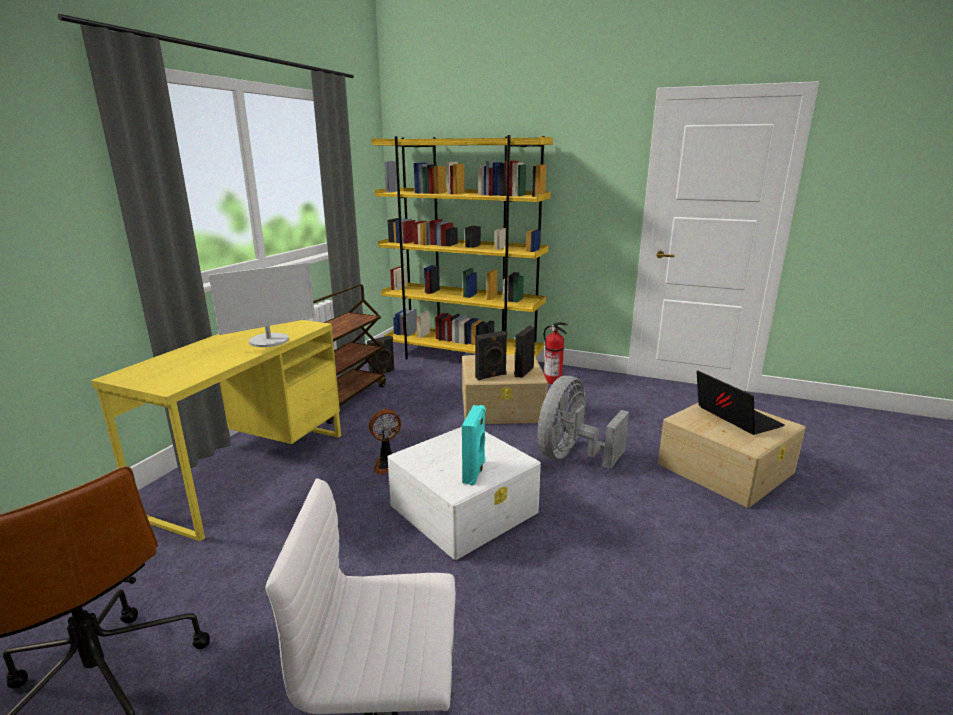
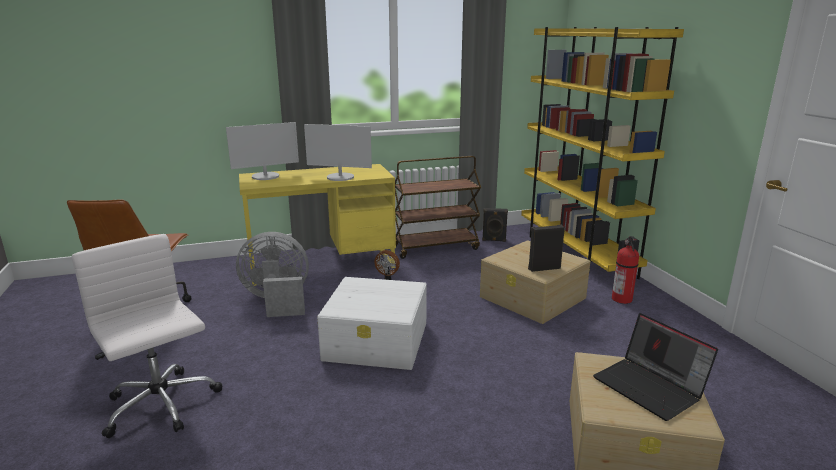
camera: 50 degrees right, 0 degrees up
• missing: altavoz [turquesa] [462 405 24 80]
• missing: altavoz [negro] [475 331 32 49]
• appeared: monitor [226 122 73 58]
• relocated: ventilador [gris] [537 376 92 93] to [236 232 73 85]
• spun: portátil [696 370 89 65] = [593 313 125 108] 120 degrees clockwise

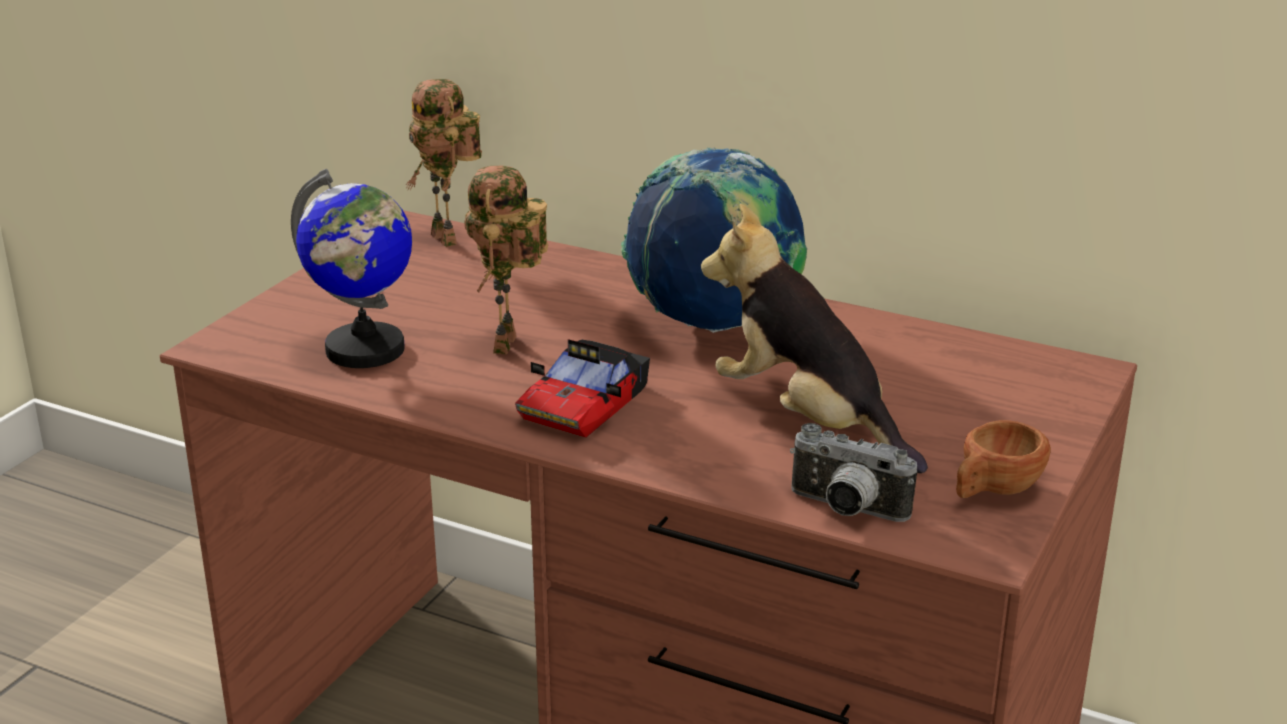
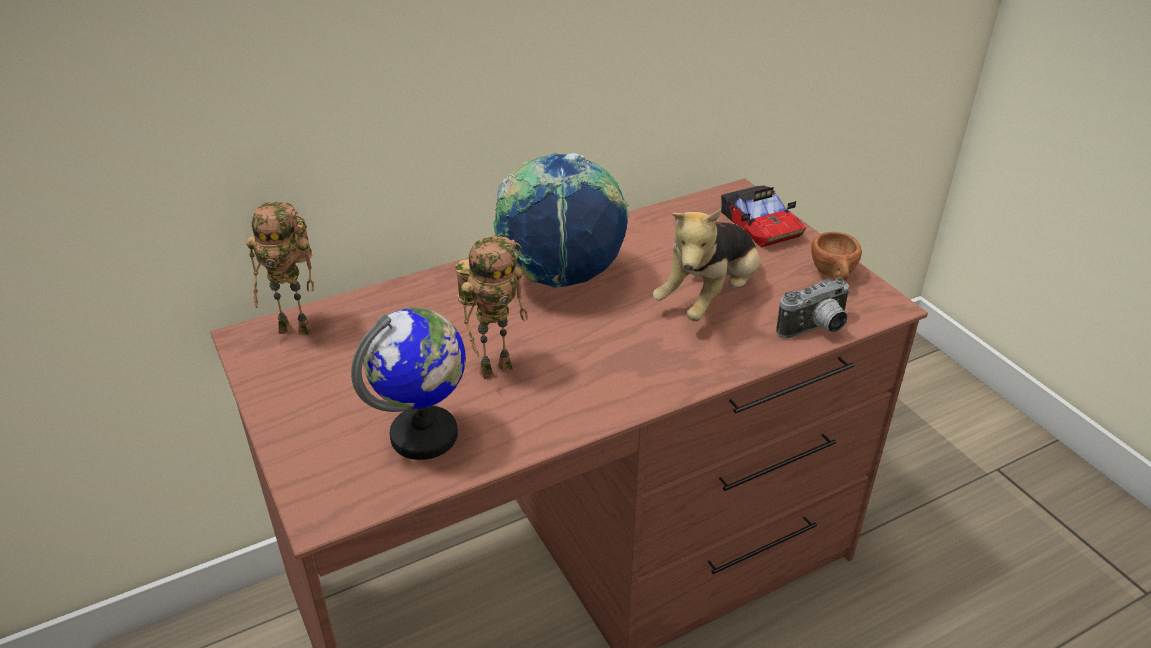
camera: 55 degrees left, 10 degrees up
• relocated: coche de juguete [515 339 135 99] to [721 185 85 63]
• spun: robot de juguete [464 166 84 189] = [455 235 73 145] 75 degrees counterclockwise
• spun: peluche [701 204 227 269] = [652 209 108 113] 45 degrees counterclockwise

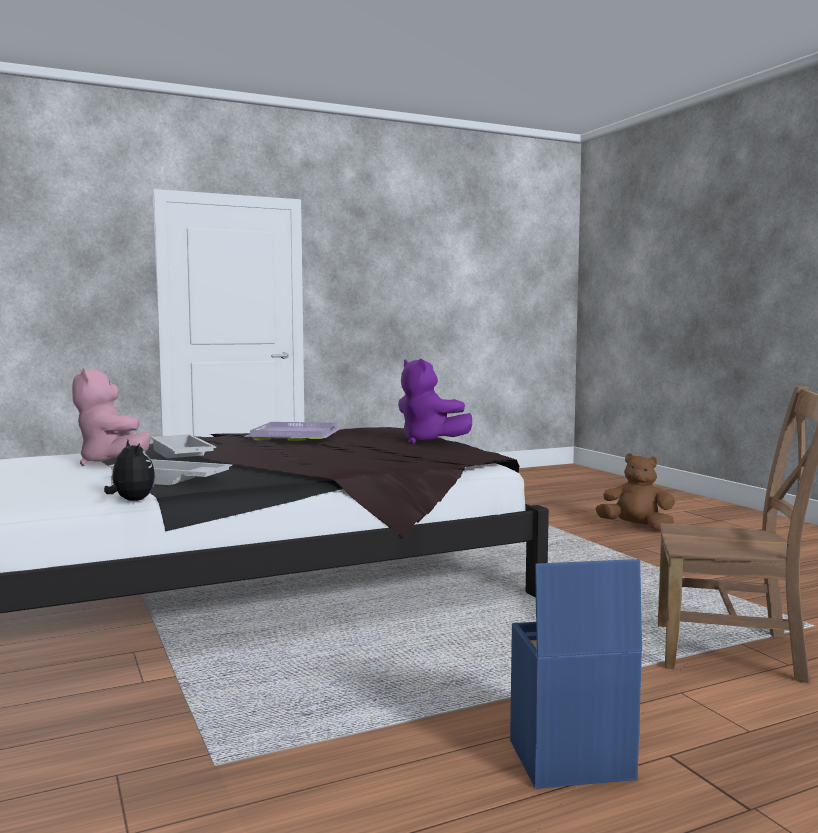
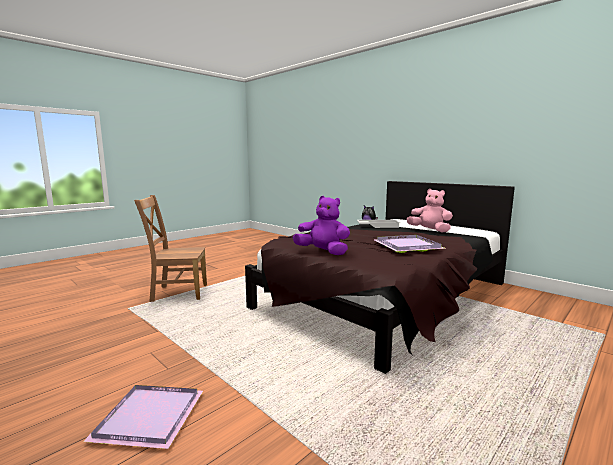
camera: 160 degrees right, 5 degrees up
• missing: bandeja [blanco] [151 434 65 24]
• missing: caja de almacenaje [azul] [510 559 132 230]
• exchanged: peluche [marrón] [596 453 79 78] to bandeja [morado] [83 385 120 64]

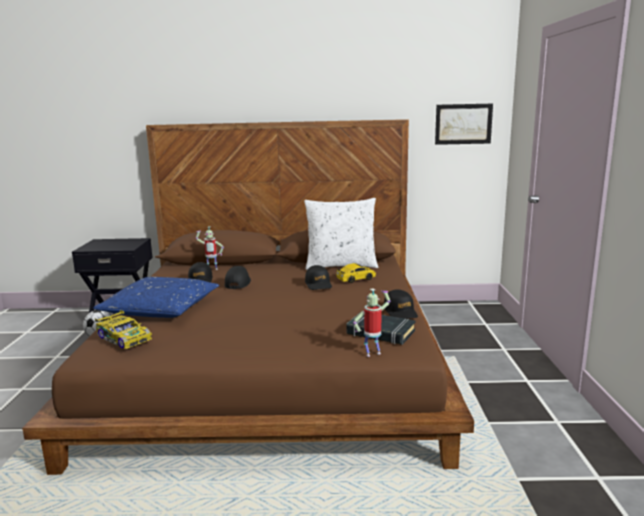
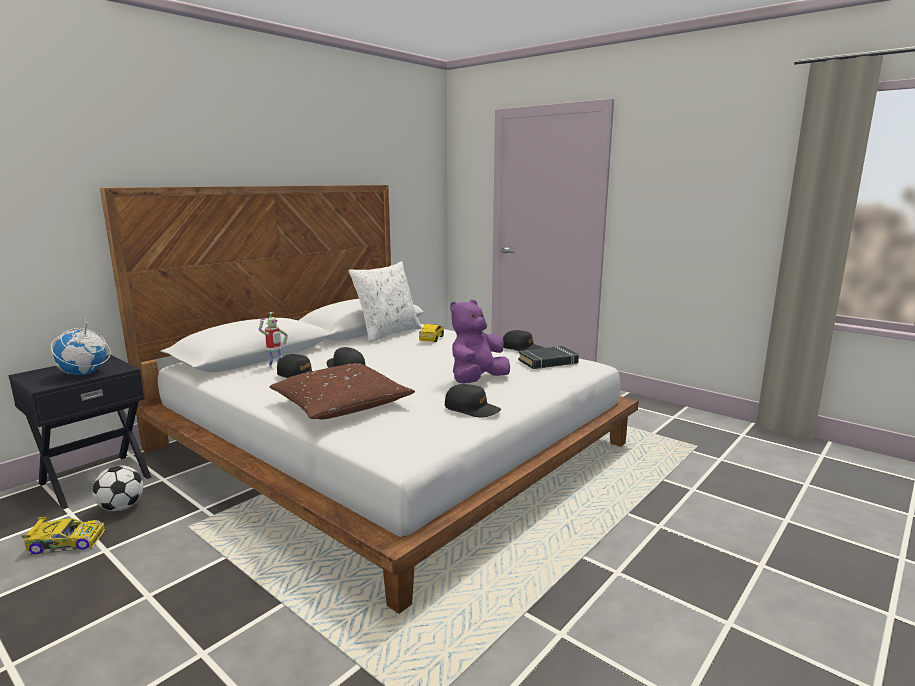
camera: 50 degrees left, 0 degrees up
• missing: robot de juguete [353 288 37 69]
• missing: cuadro [435 104 58 41]
• appeared: globo terráqueo [51 319 60 56]
• appeared: peluche [morado] [450 300 60 84]
• relocated: coche de juguete [95 310 57 39] to [22 517 83 38]
• relocated: gorra [negro] [305 265 27 25] to [445 384 56 34]
• colour: cama [marrón] [22 119 452 356] to cama [blanco] [100 185 539 429]
• colour: cojín [azul] [93 277 126 41] to cojín [marrón] [270 363 145 56]

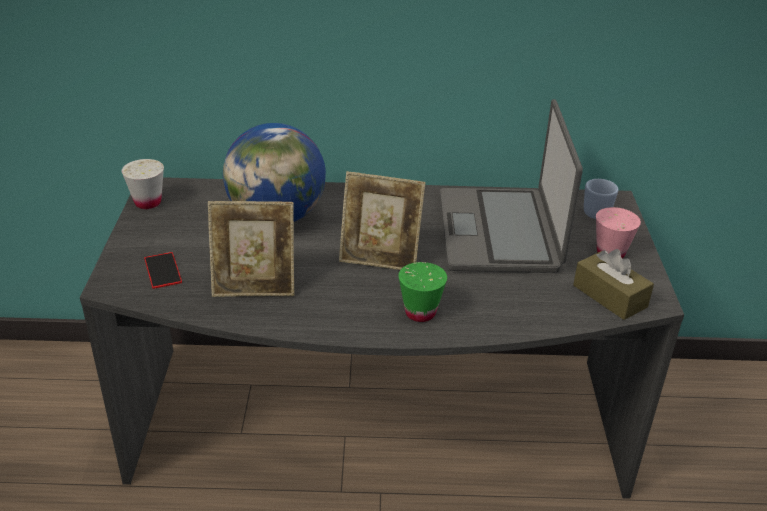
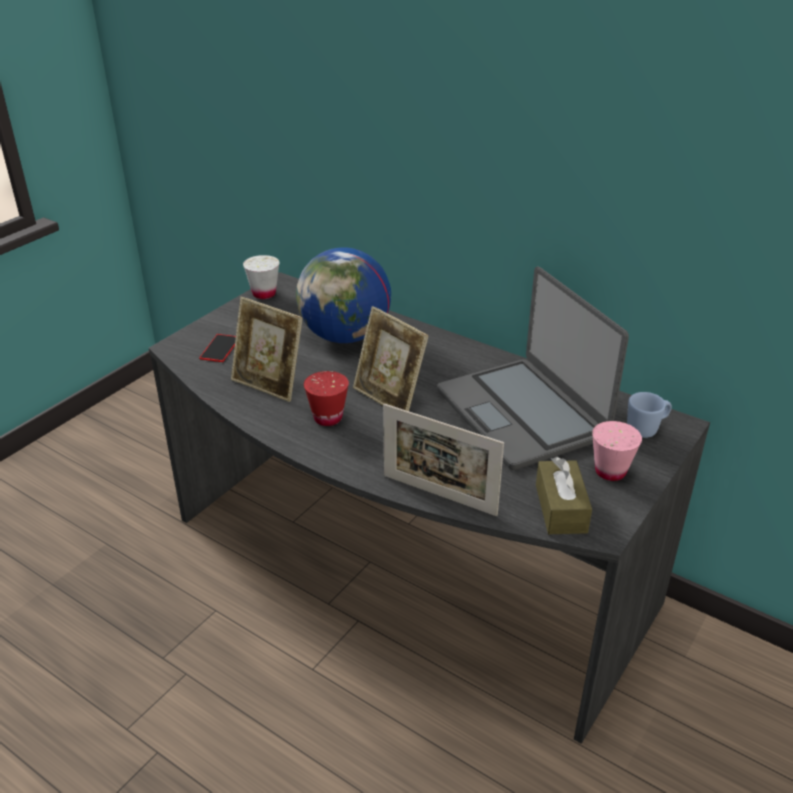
camera: 35 degrees right, 0 degrees up
• missing: taza [verde] [398 262 49 60]
• appeared: taza [rojo] [304 371 45 55]
• appeared: portarretratos [383 404 121 112]
• spun: portátil [440 99 143 174] = [437 266 192 204] 60 degrees counterclockwise

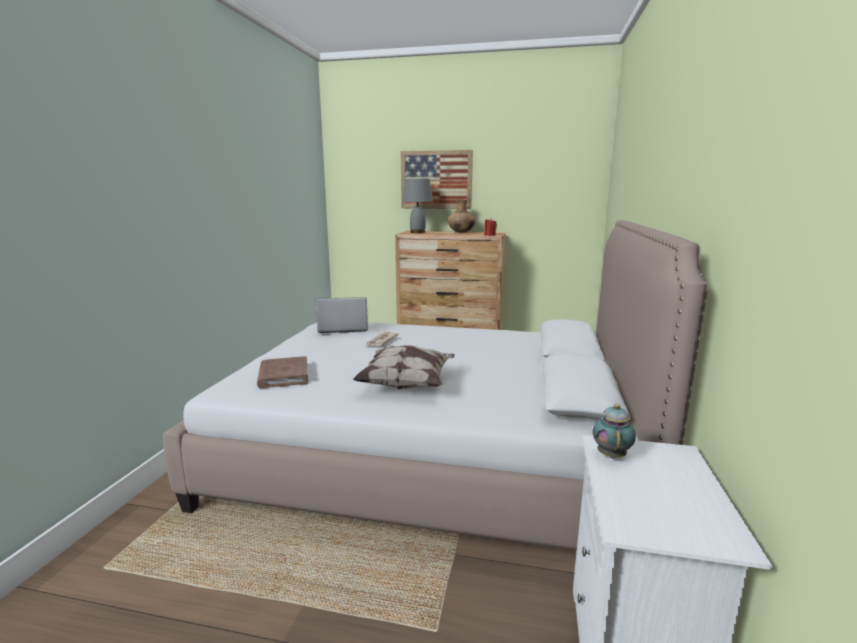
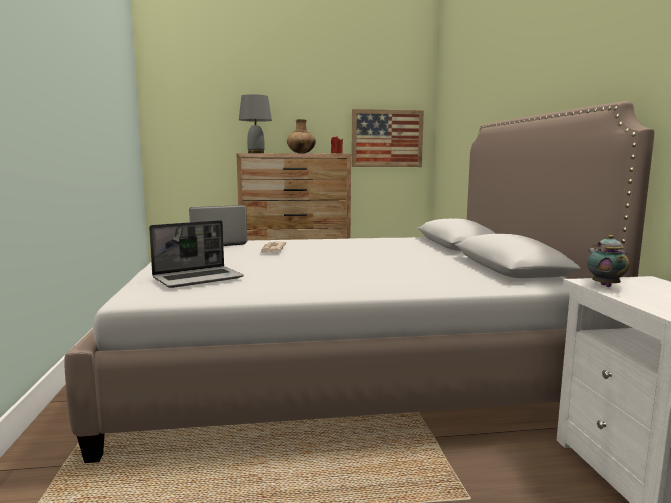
camera: 20 degrees left, 5 degrees down
• missing: cojín [352 345 103 45]
• relocated: cuadro [401 150 72 59] to [351 109 73 58]
• exchanged: libro [marrón] [257 356 51 32] to portátil [149 220 95 68]

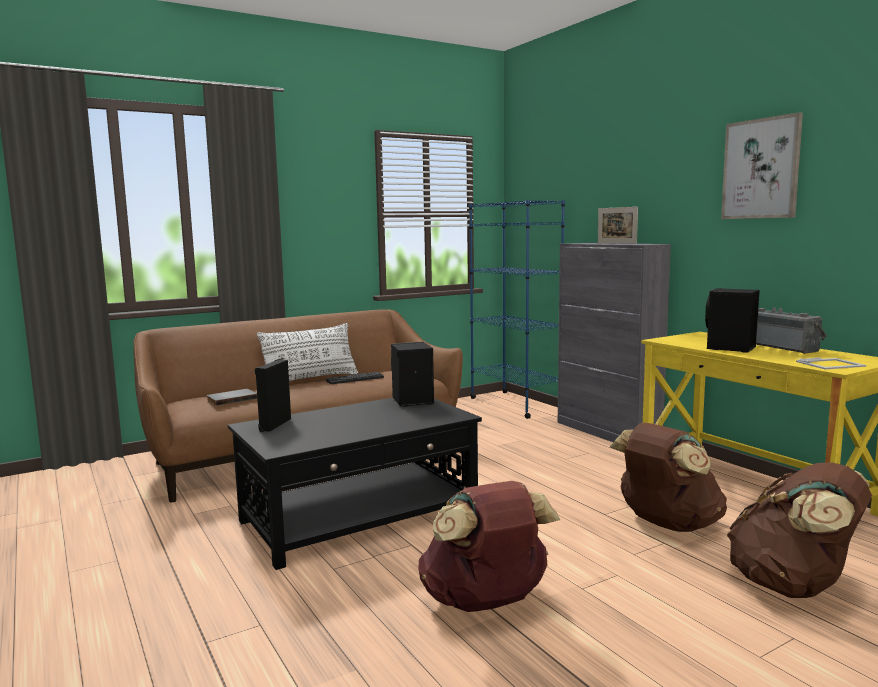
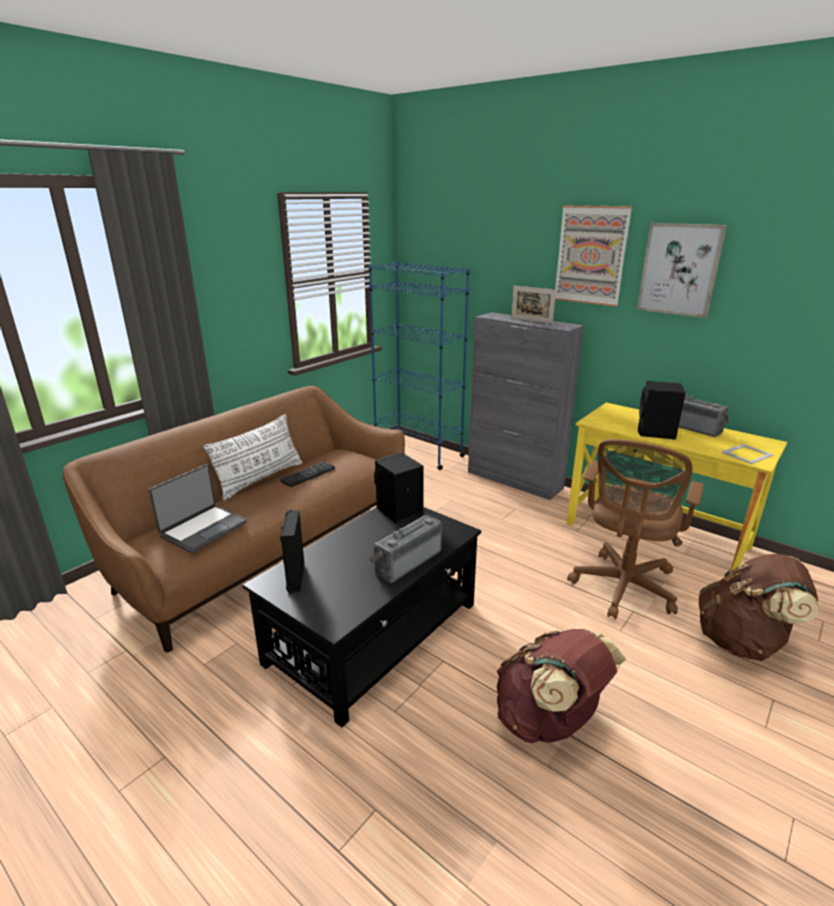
camera: 20 degrees left, 15 degrees up
• appeared: radio [369 515 73 68]
• appeared: cuadro [555 205 77 102]
• exchanged: libro [gris] [207 389 50 17] to portátil [149 464 98 89]
• exchanged: mochila [marrón] [610 423 117 109] to silla de oficina [marrón] [567 439 137 180]

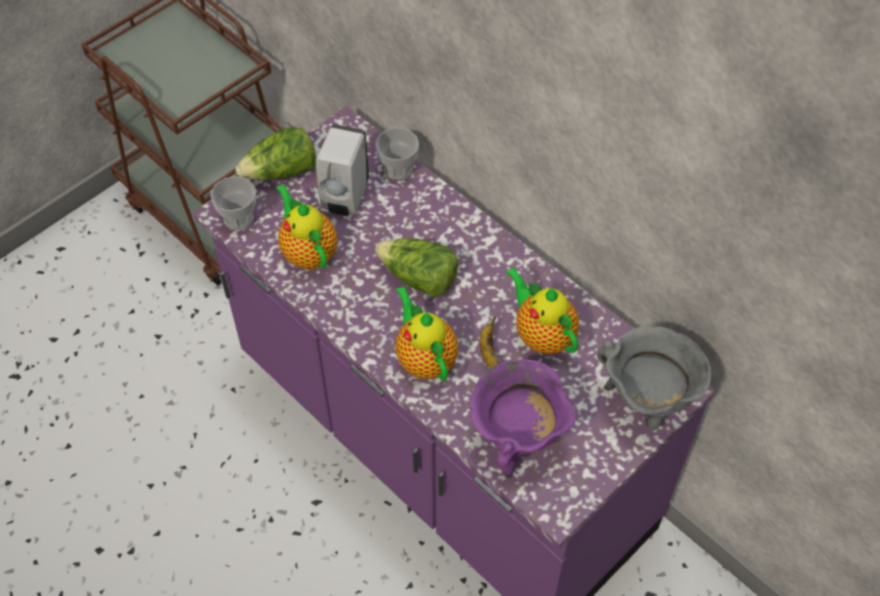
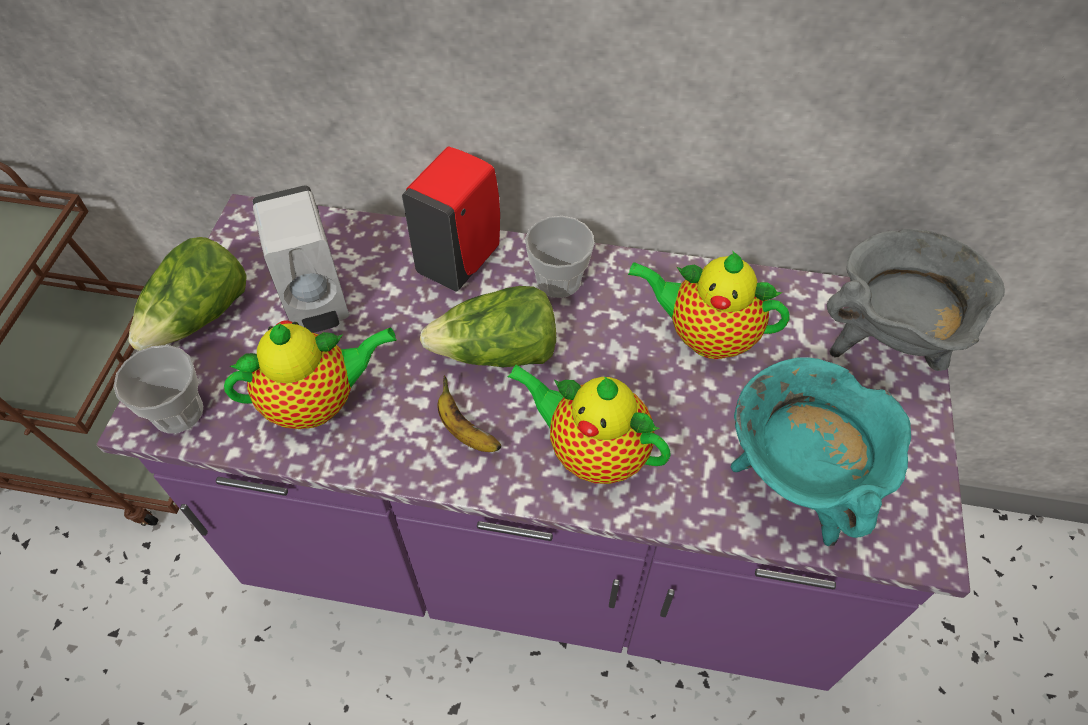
camera: 35 degrees left, 0 degrees up
• appeared: dispensador de jabón [rojo] [402 147 98 145]
• relocated: taza [375 128 44 52] to [525 216 70 82]
• relocated: plátano [480 315 20 53] to [437 375 64 77]
• colour: olla [morado] [470 359 107 119] to olla [turquesa] [731 357 180 189]
• spun: tetera [276 184 61 86] = [224 320 173 109] 135 degrees clockwise

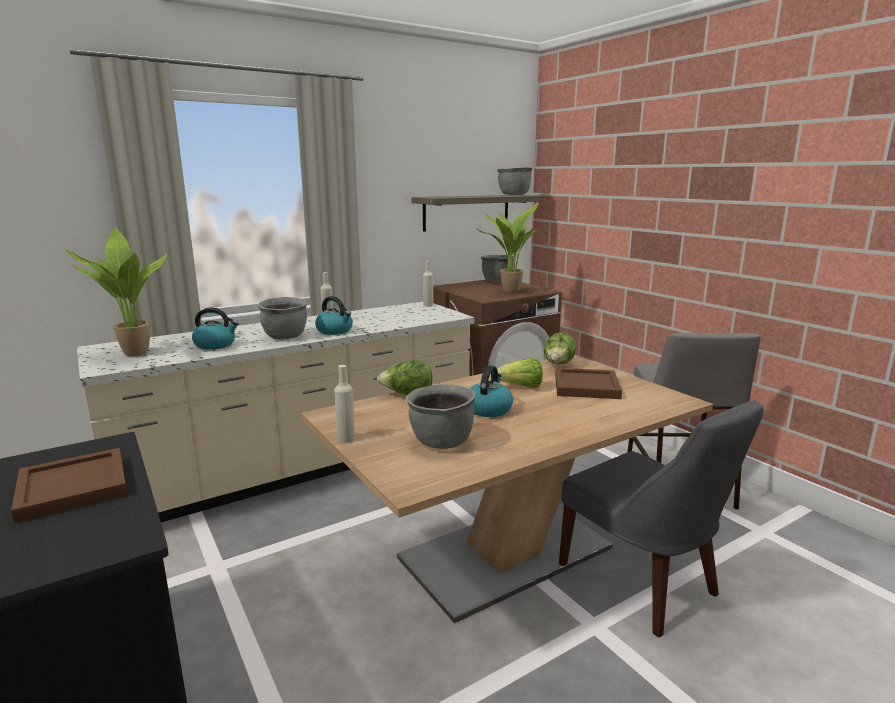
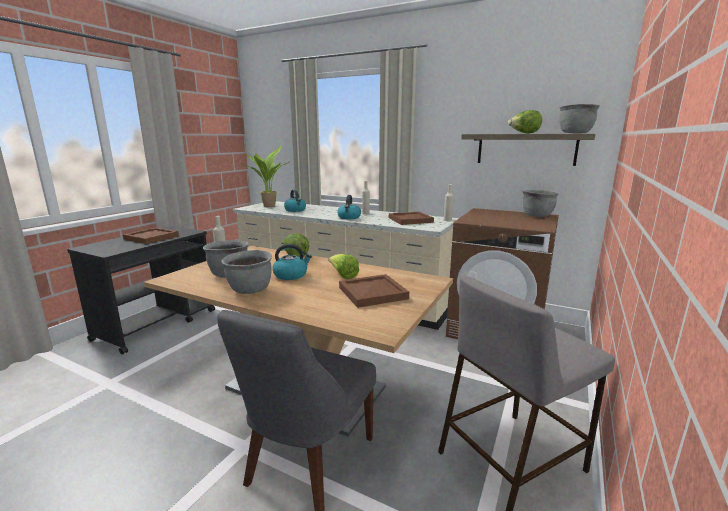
camera: 60 degrees right, 0 degrees up
• missing: planta en maceta [476 202 71 91]
• appeared: bandeja [marrón] [389 212 45 13]
• relocated: olla [gris] [258 297 50 43] to [221 250 51 44]
• relocated: lechuga [544 332 32 33] to [508 110 34 24]

